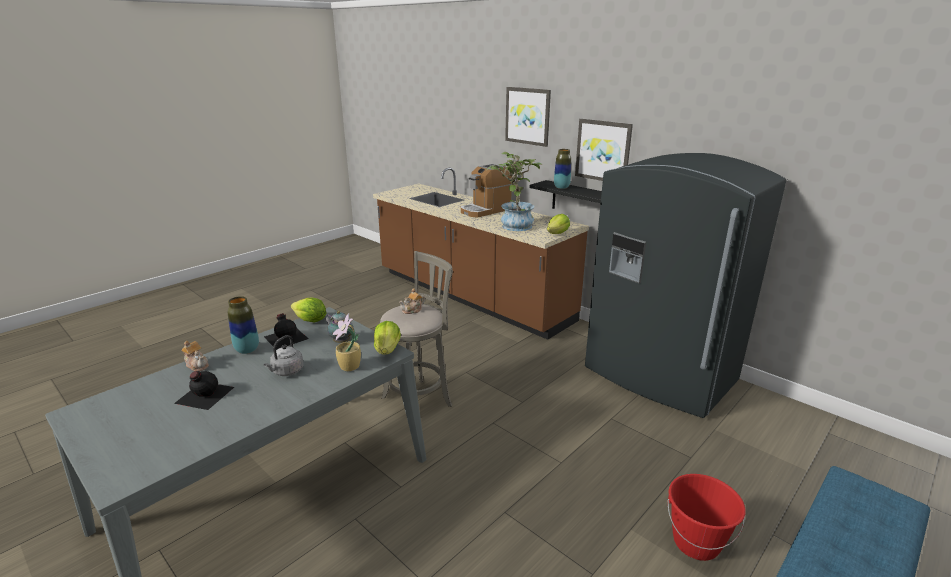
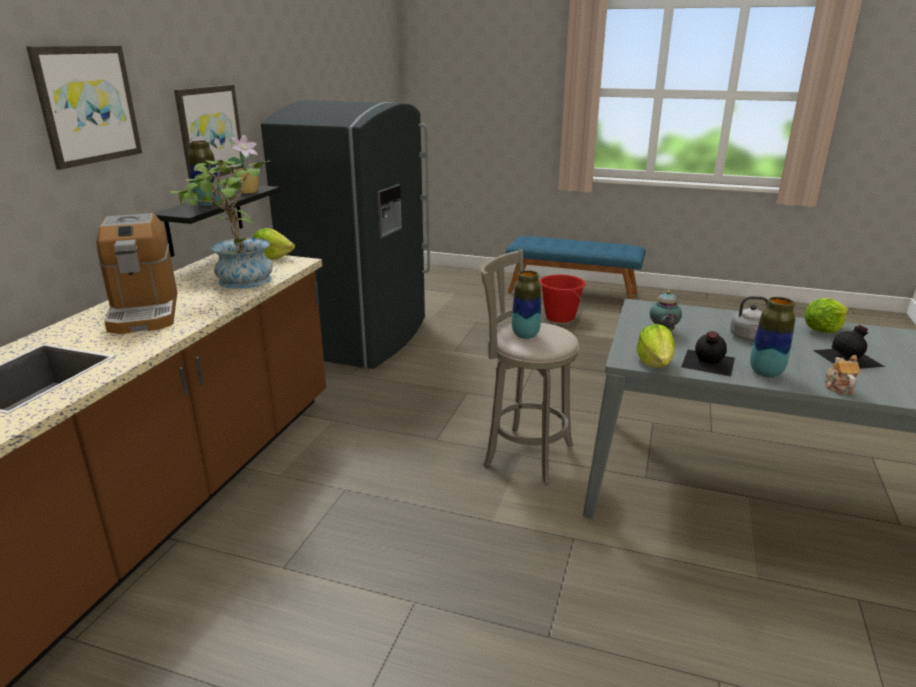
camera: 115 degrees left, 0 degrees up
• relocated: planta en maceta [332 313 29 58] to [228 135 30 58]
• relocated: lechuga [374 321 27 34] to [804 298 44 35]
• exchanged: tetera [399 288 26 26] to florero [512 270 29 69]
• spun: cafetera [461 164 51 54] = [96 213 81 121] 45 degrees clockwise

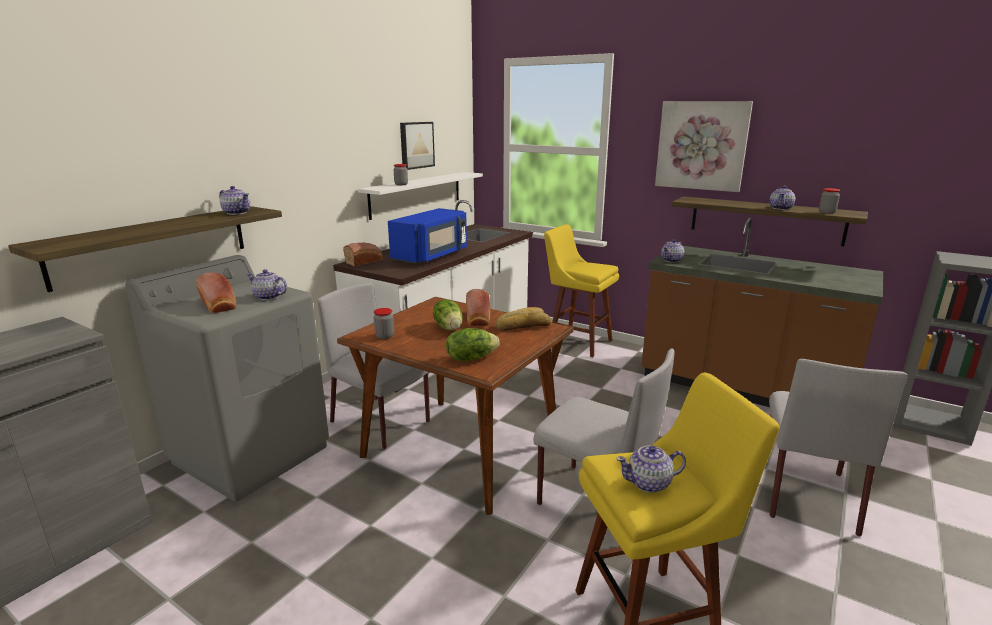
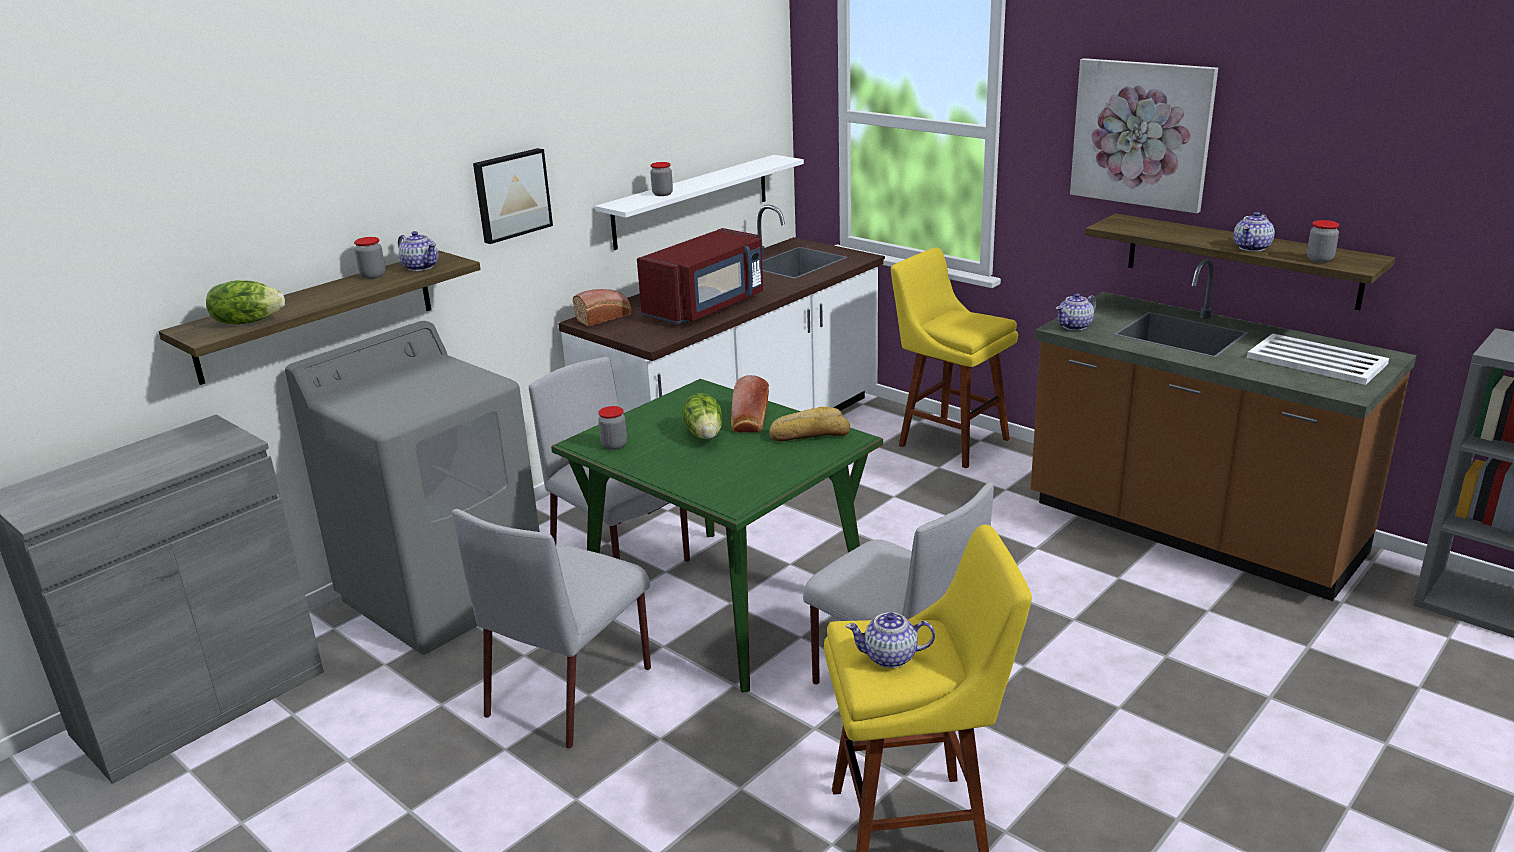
camera: 10 degrees right, 5 degrees up
• missing: pan [196 272 41 41]
• missing: tetera [246 269 41 31]
• appeared: tarro [354 237 32 42]
• appeared: bandeja [blanco] [1247 334 142 51]
• relocated: cuadro [400 122 35 48] to [473 148 80 96]
• relocated: lechuga [446 328 54 33] to [206 280 79 45]
• relocated: silla [gris] [769 359 139 178] to [452 509 199 240]
• colour: mesa de comedor [marrón] [337 297 237 218] to mesa de comedor [verde] [551 379 332 313]
• colour: microondas [azul] [388 208 79 56] to microondas [rojo] [637 228 126 96]

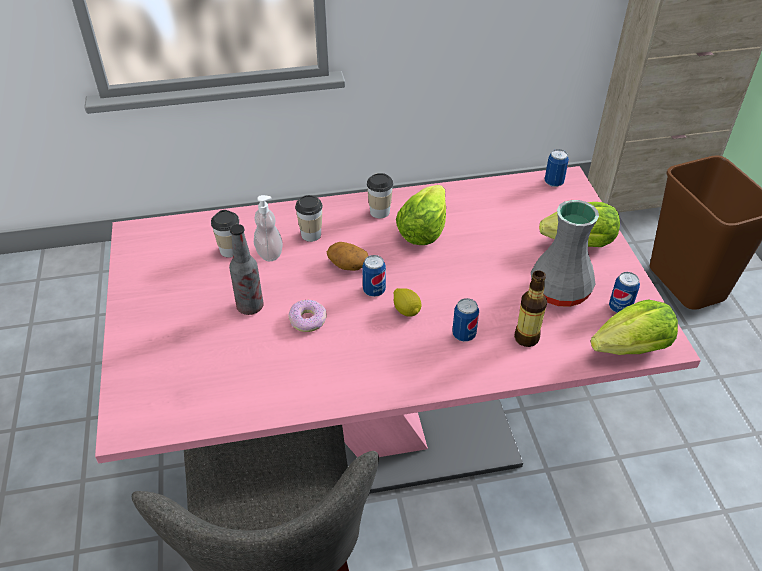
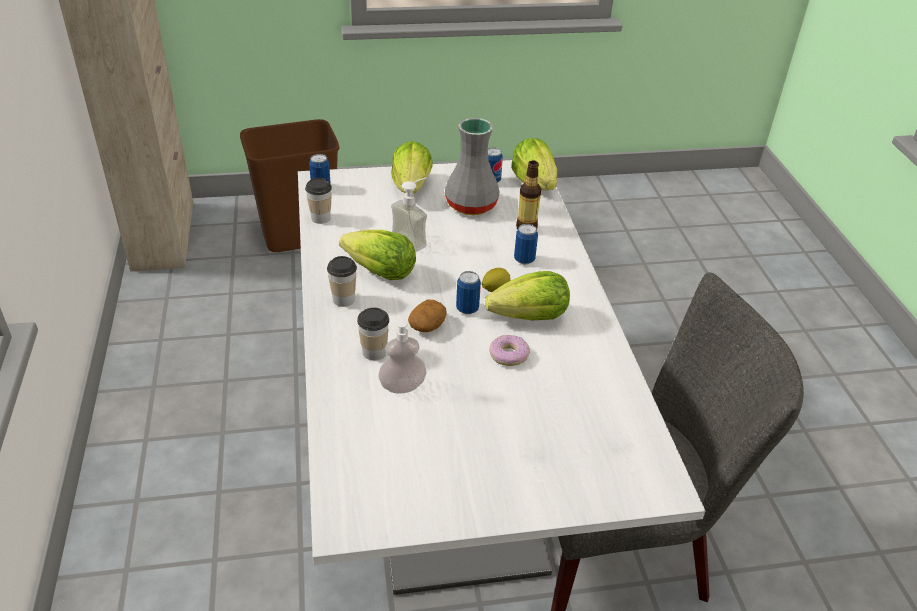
camera: 90 degrees left, 5 degrees down
• missing: botella [229 224 35 91]
• appeared: dispensador de jabón [391 177 36 75]
• appeared: lechuga [485 271 85 49]
• relocated: taza [211 210 28 48] to [305 178 27 46]
• colour: mesa de comedor [rosa] [95 166 606 328] to mesa de comedor [blanco] [298 160 407 435]

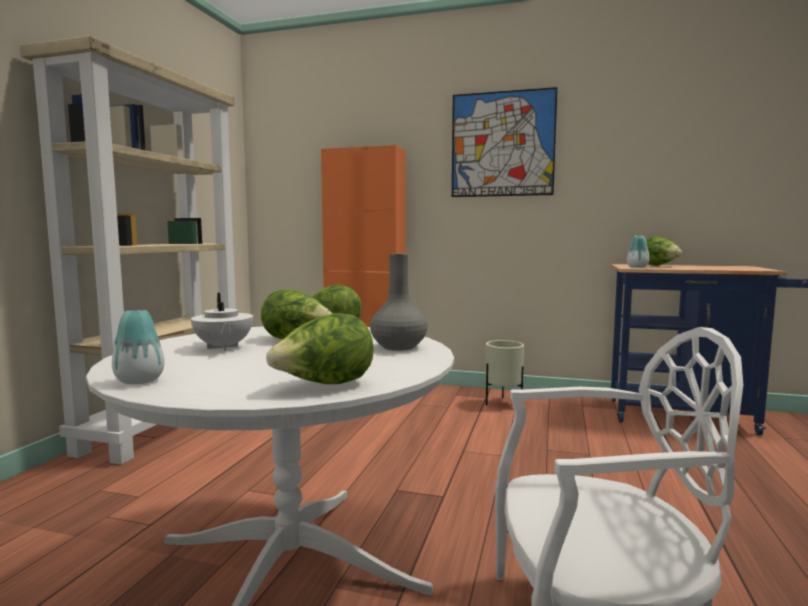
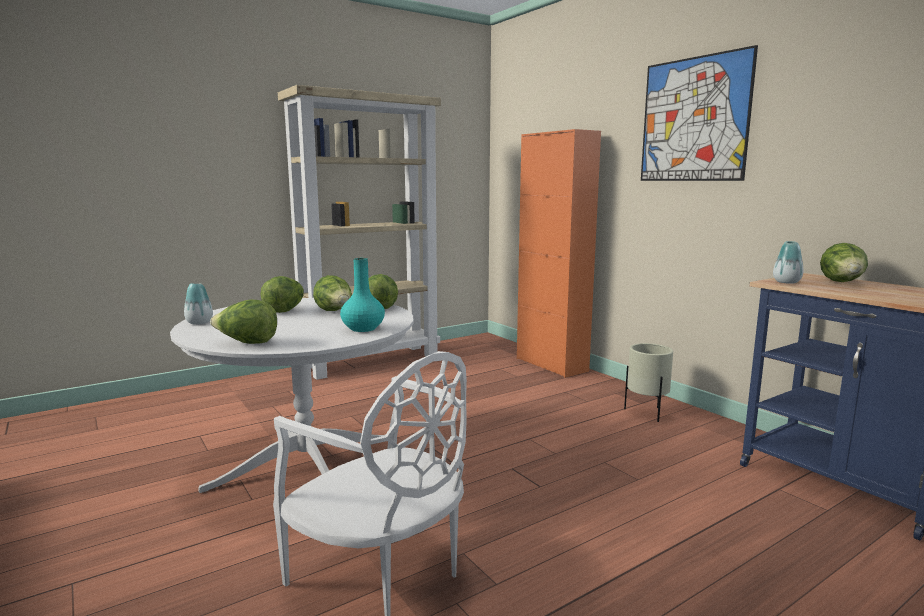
camera: 40 degrees right, 5 degrees up
• exchanged: tetera [blanco] [191 293 62 58] to lechuga [260 276 44 37]
• colour: florero [gris] [370 254 58 97] to florero [turquesa] [340 258 45 74]

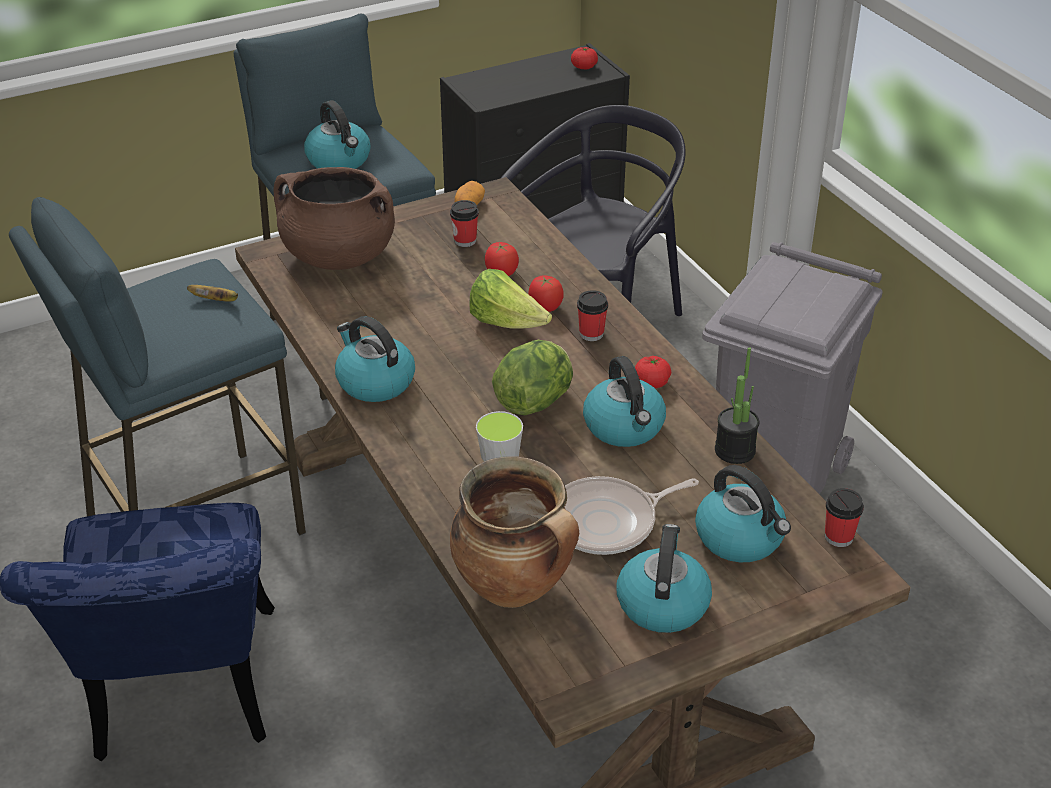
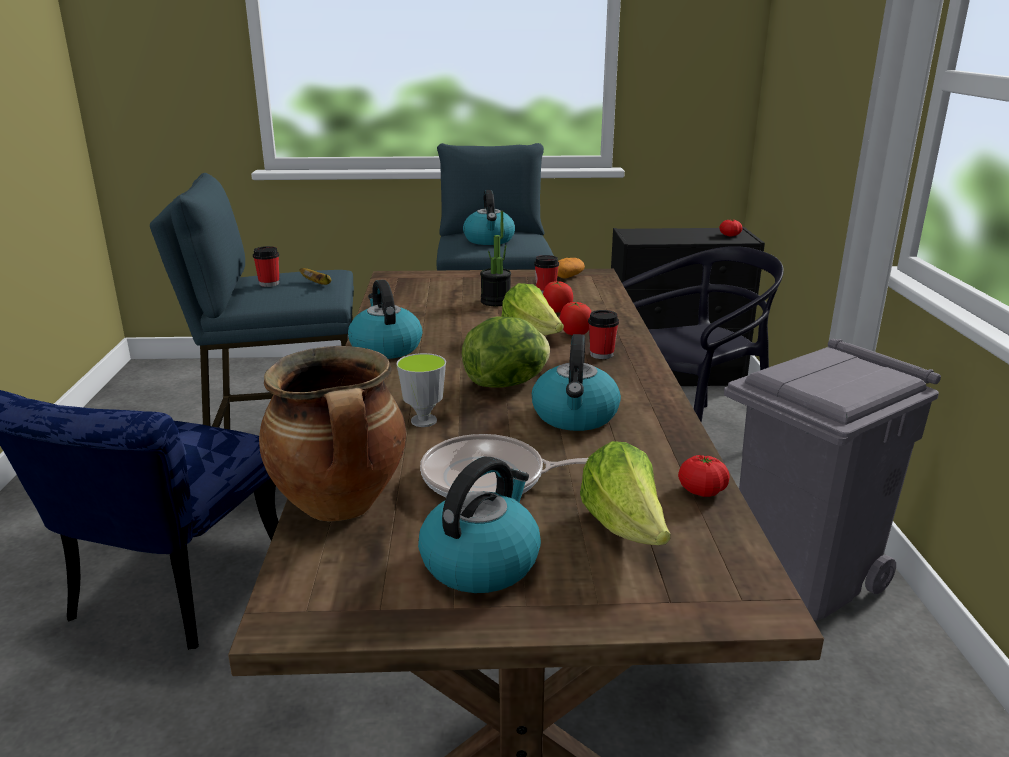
camera: 25 degrees right, 15 degrees down
• missing: olla [marrón] [274 167 121 103]
• relocated: tomate [635 356 36 32] to [678 455 52 42]
• relocated: planta en maceta [715 347 44 117] to [480 211 31 95]
• relocated: taza [825 488 39 59] to [253 246 26 41]
• exchanged: hervidor [695 465 96 97] to lechuga [580 441 90 104]

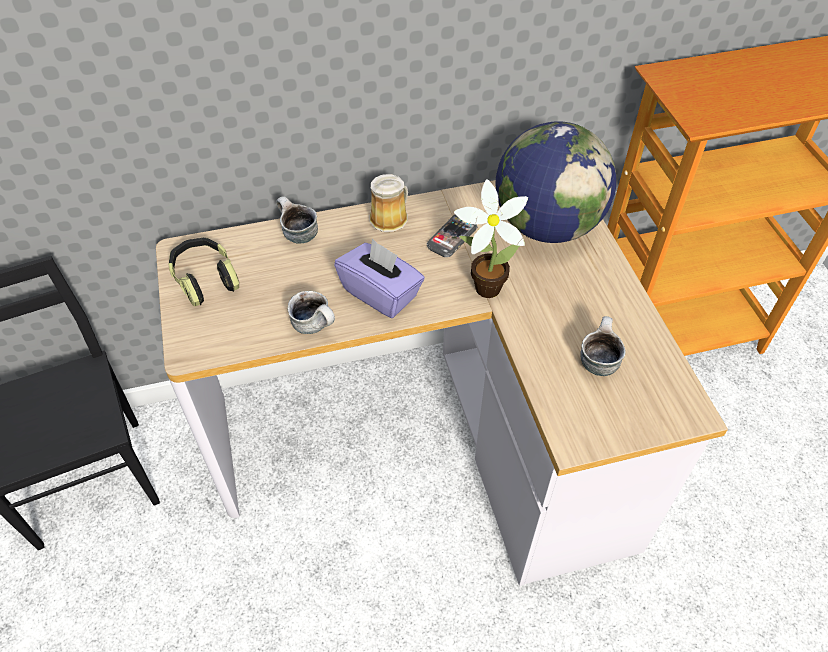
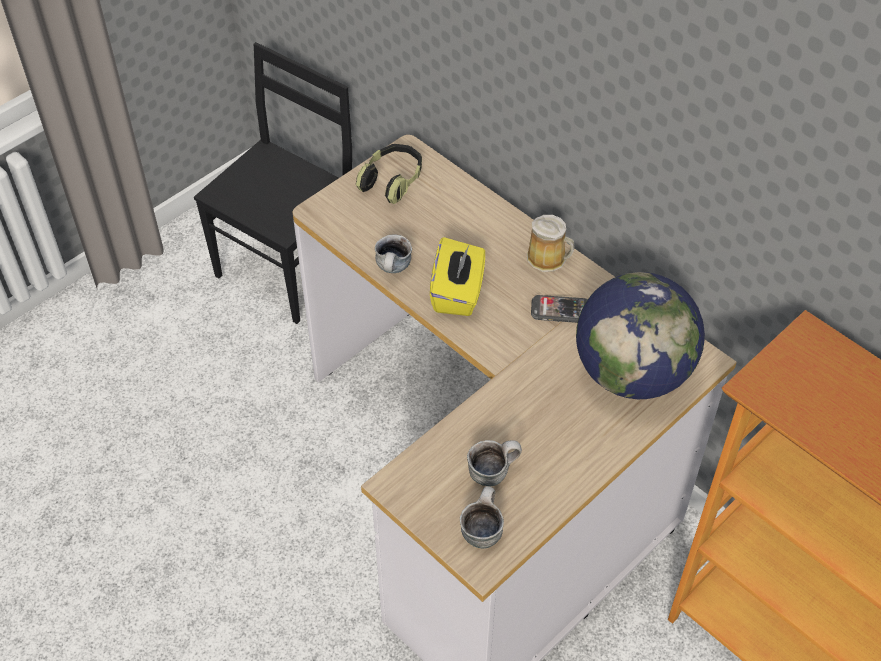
camera: 60 degrees right, 0 degrees up
• missing: planta en maceta [454 180 74 118]
• relocated: taza grande [276 196 42 47] to [460 486 44 63]
• colour: caja de pañuelos [morado] [334 239 91 79] to caja de pañuelos [amarillo] [430 237 55 79]

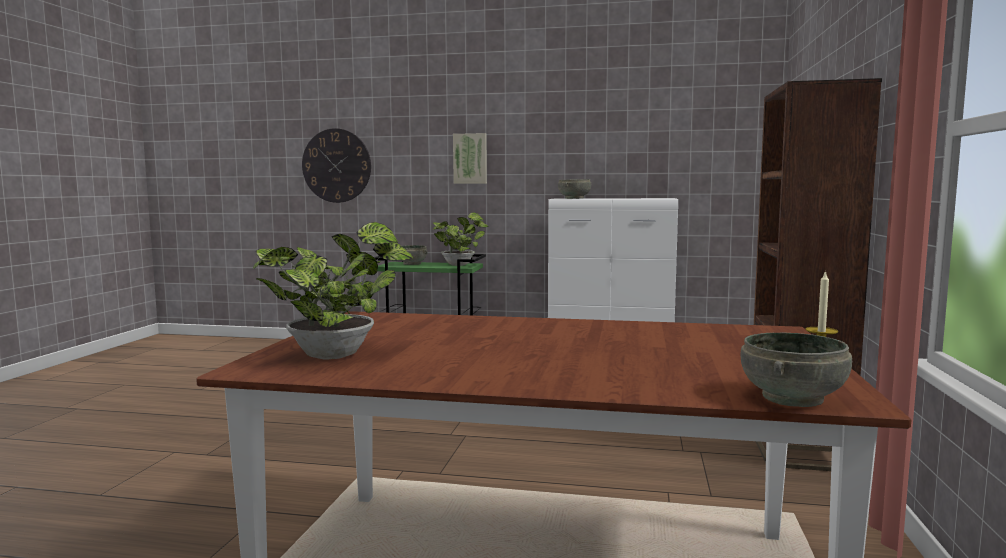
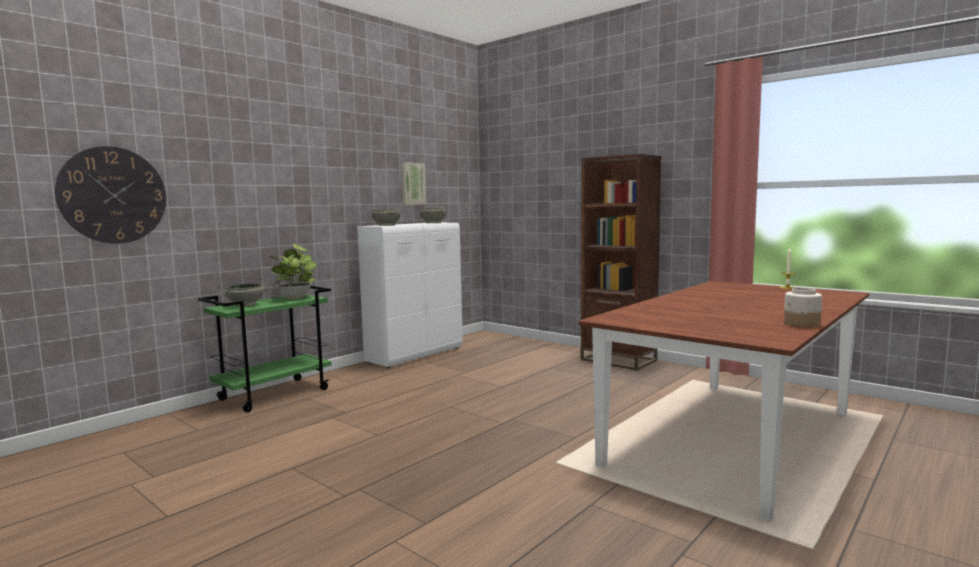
camera: 60 degrees left, 0 degrees up
• missing: planta en maceta [253 222 160 138]
• appeared: tarro [784 288 38 39]
• relocated: cuadro [453 133 34 51] to [401 162 25 43]
• relocated: cuenco [gris] [741 332 111 75] to [420 208 26 15]

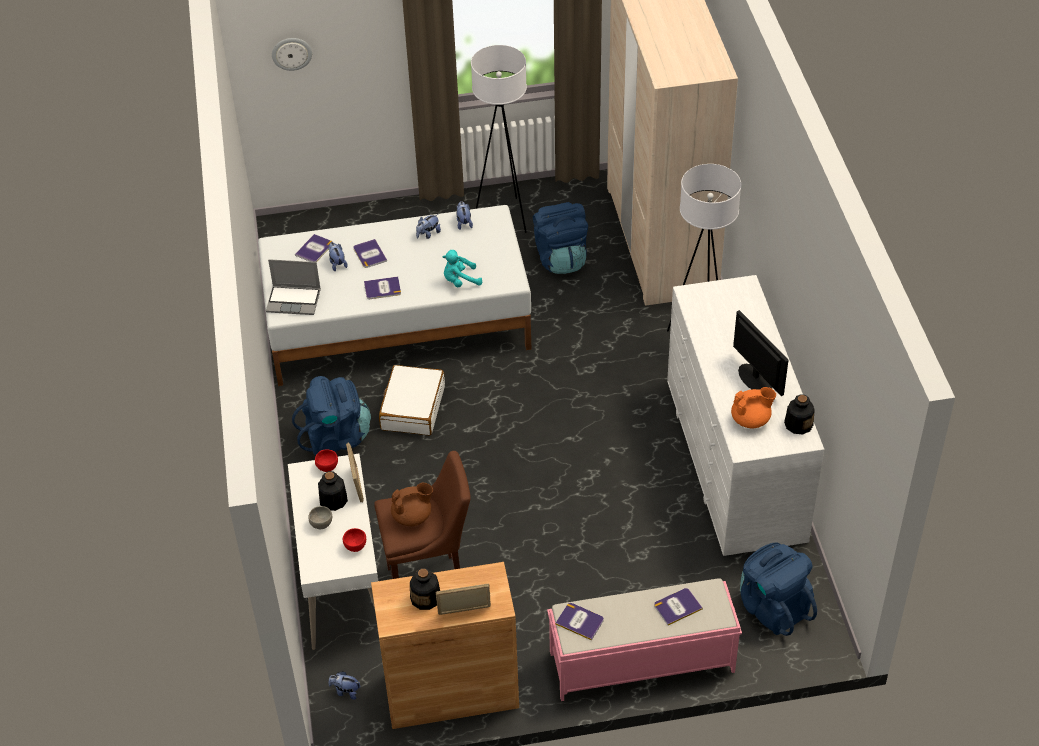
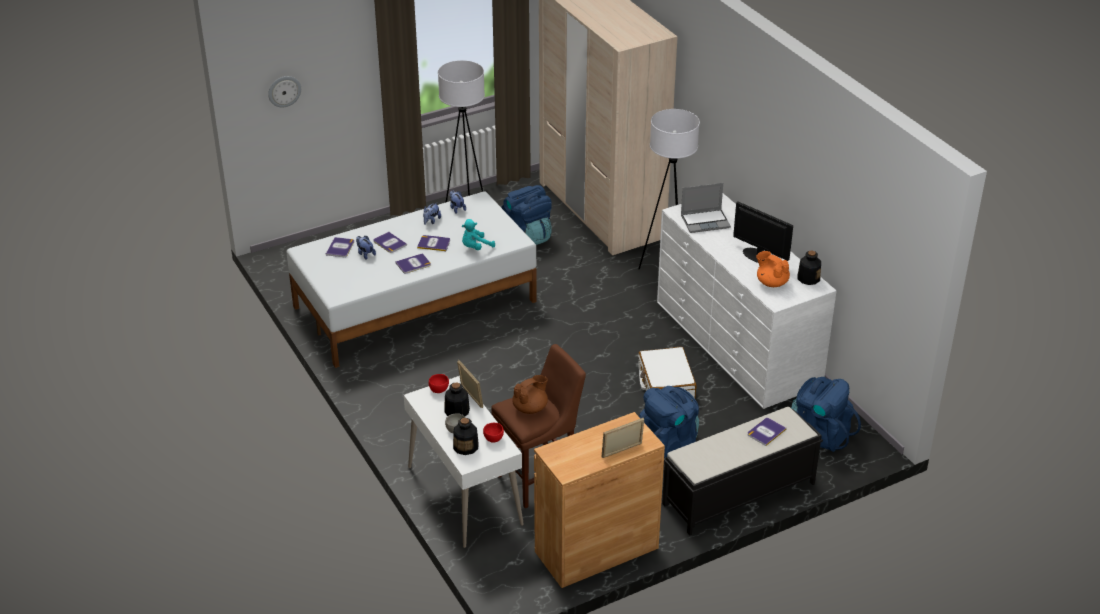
camera: 20 degrees left, 10 degrees down
• missing: peluche [328 671 33 29]
• relocated: portátil [266 259 55 56] to [681 183 50 50]
• relocated: mochila [azul] [292 376 79 79] to [639 386 60 72]
• relocated: maleta [blanco] [379 365 66 70] to [638 347 59 51]
• relocated: botella [410 568 30 42] to [453 418 26 37]
• relocated: libro [555 603 49 37] to [417 235 33 16]
• colour: banco [rosa] [547 578 195 123] to banco [negro] [662 407 161 129]
• spun: tetera [naranja] [731 387 45 41] = [756 251 34 36] 105 degrees counterclockwise

